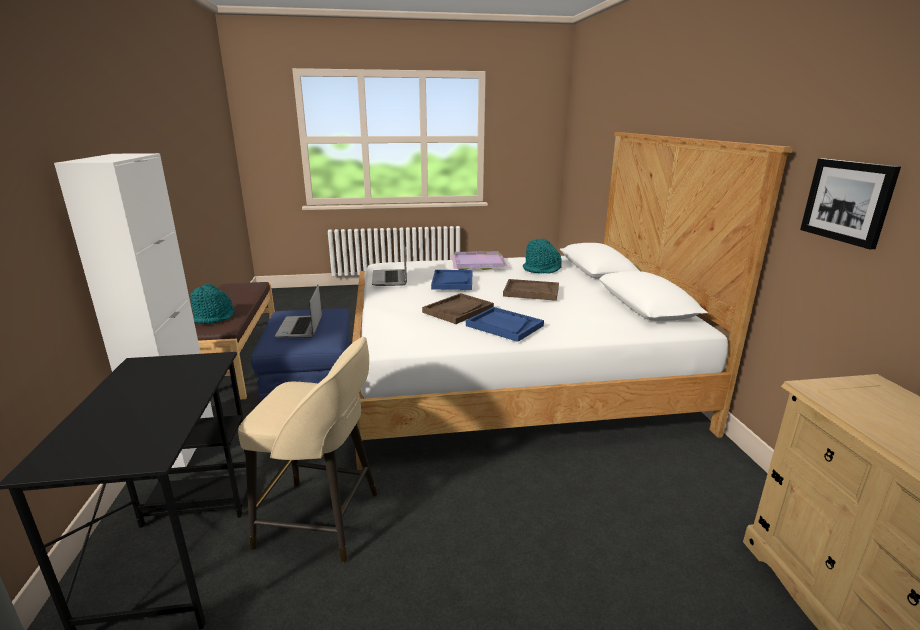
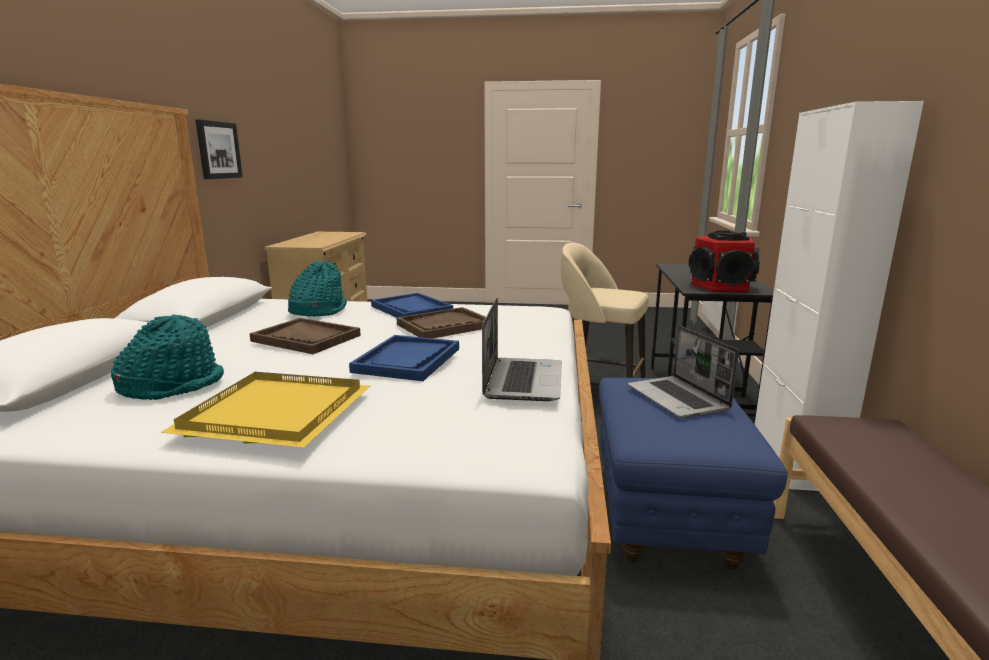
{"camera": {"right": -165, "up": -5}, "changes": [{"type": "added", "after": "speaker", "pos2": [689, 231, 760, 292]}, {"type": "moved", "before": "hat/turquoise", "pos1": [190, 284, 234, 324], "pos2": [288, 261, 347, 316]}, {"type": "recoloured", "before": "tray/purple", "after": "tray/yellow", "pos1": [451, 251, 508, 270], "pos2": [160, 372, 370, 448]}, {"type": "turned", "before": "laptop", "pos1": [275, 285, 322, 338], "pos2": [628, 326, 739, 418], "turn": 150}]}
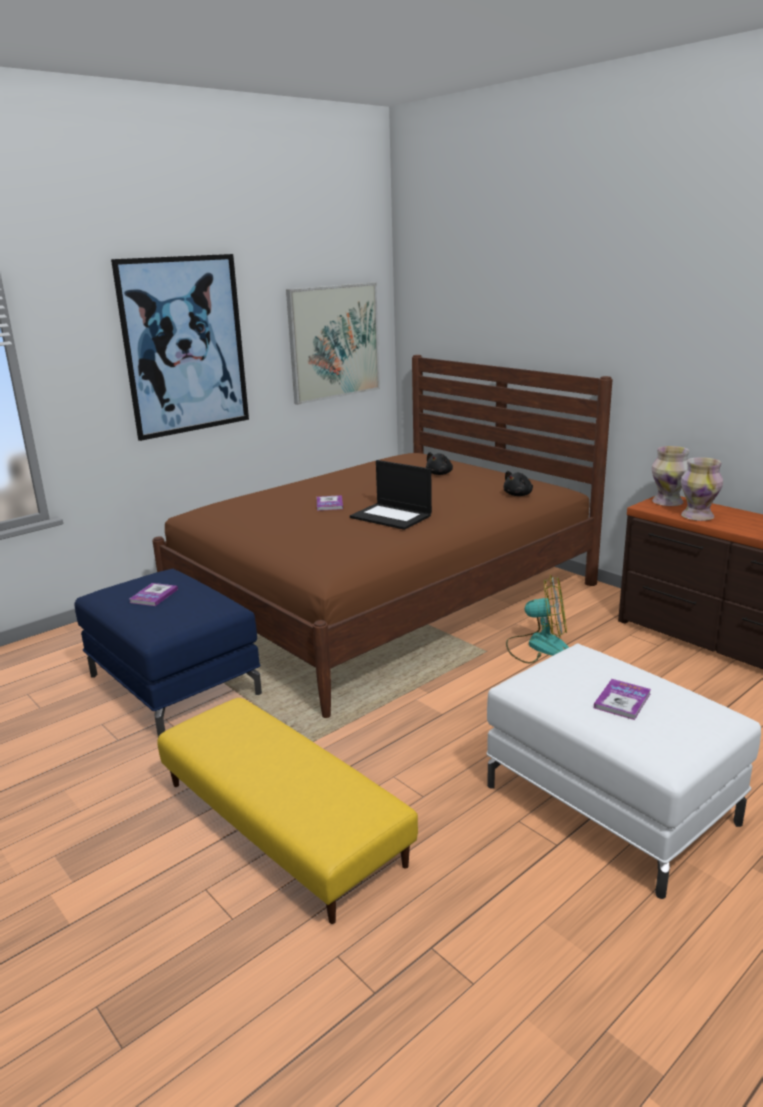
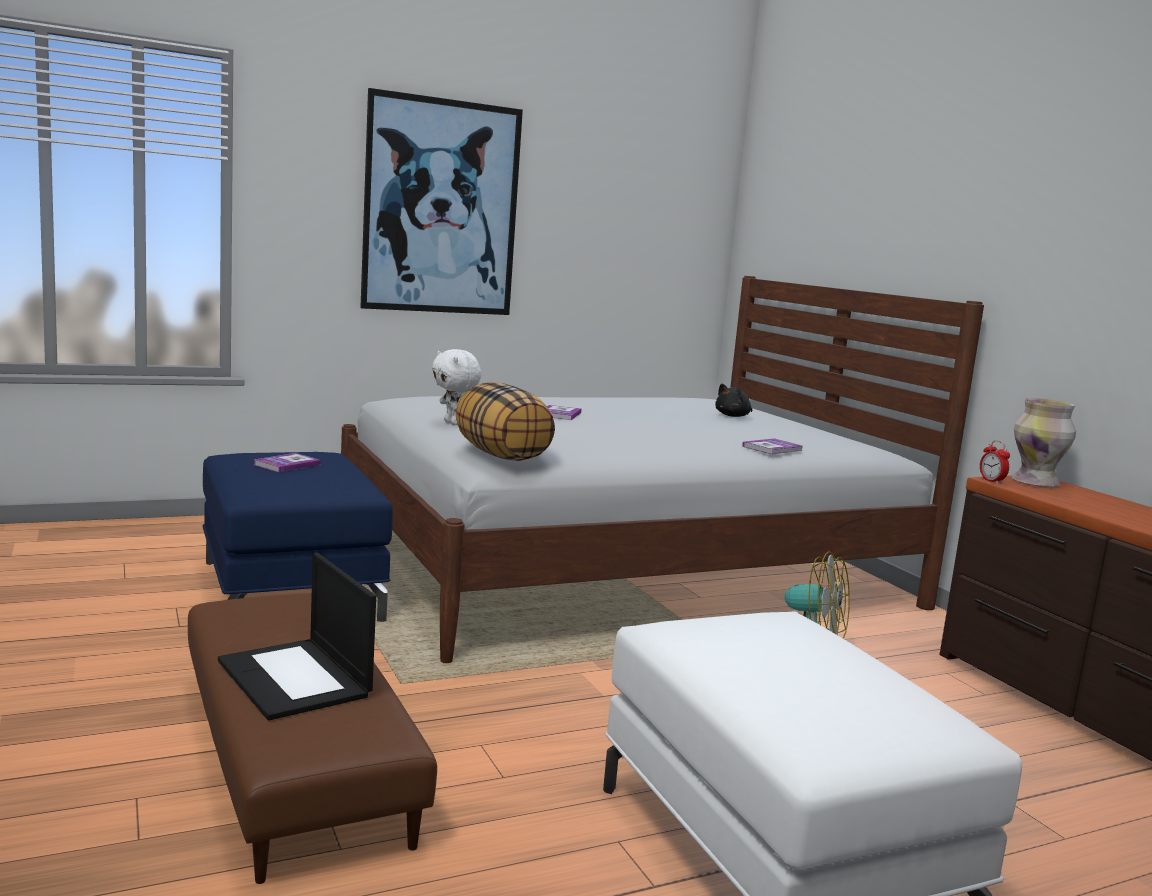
{"camera": {"right": 15, "up": -10}, "changes": [{"type": "removed", "before": "picture", "pos1": [286, 282, 380, 405]}, {"type": "removed", "before": "plush toy/black", "pos1": [503, 471, 533, 496]}, {"type": "removed", "before": "vase", "pos1": [681, 457, 723, 521]}, {"type": "added", "after": "plush toy/white", "pos2": [432, 349, 481, 425]}, {"type": "added", "after": "pillow", "pos2": [455, 382, 555, 461]}, {"type": "added", "after": "alarm clock", "pos2": [980, 441, 1010, 484]}, {"type": "moved", "before": "laptop", "pos1": [350, 460, 432, 530], "pos2": [218, 553, 376, 720]}, {"type": "moved", "before": "book", "pos1": [594, 679, 651, 720], "pos2": [742, 438, 802, 455]}, {"type": "recoloured", "before": "bed/brown", "after": "bed/white", "pos1": [152, 355, 613, 718], "pos2": [341, 276, 984, 663]}, {"type": "recoloured", "before": "ottoman/yellow", "after": "ottoman/brown", "pos1": [157, 698, 418, 924], "pos2": [188, 593, 437, 884]}]}
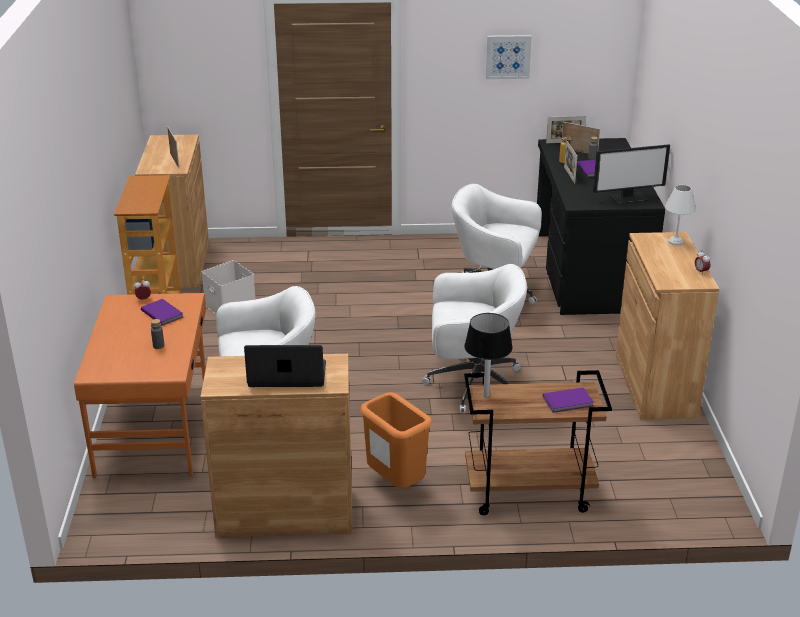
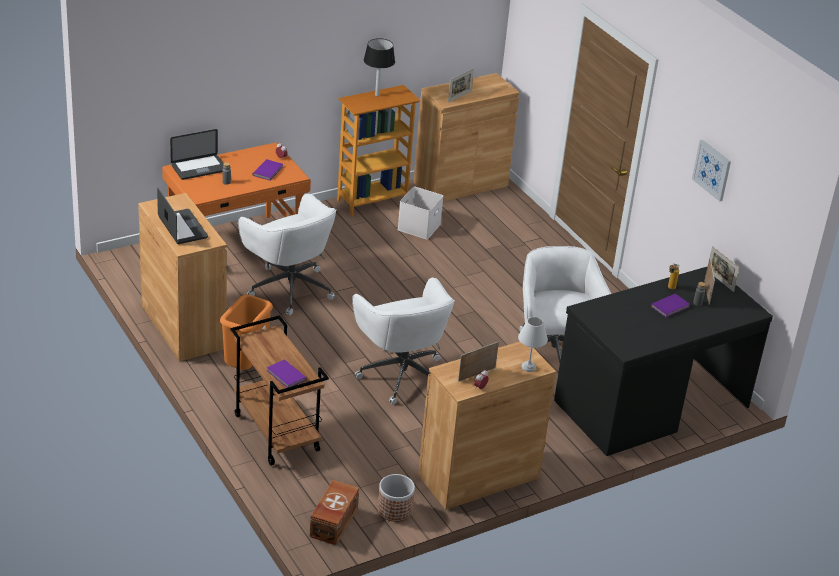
{"camera": {"right": 60, "up": 5}, "changes": [{"type": "removed", "before": "monitor", "pos1": [593, 144, 670, 204]}, {"type": "added", "after": "laptop", "pos2": [170, 129, 223, 180]}, {"type": "added", "after": "storage box/brown", "pos2": [310, 480, 359, 545]}, {"type": "added", "after": "planter", "pos2": [378, 474, 415, 522]}, {"type": "moved", "before": "table lamp/black", "pos1": [464, 313, 513, 397], "pos2": [364, 38, 395, 96]}, {"type": "moved", "before": "picture frame", "pos1": [564, 140, 577, 184], "pos2": [458, 341, 499, 382]}]}
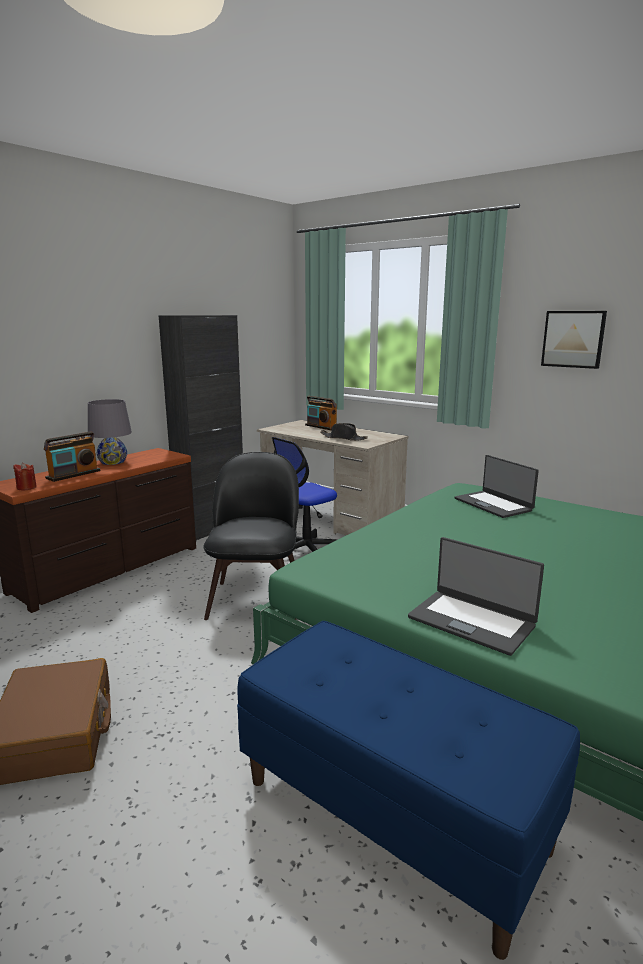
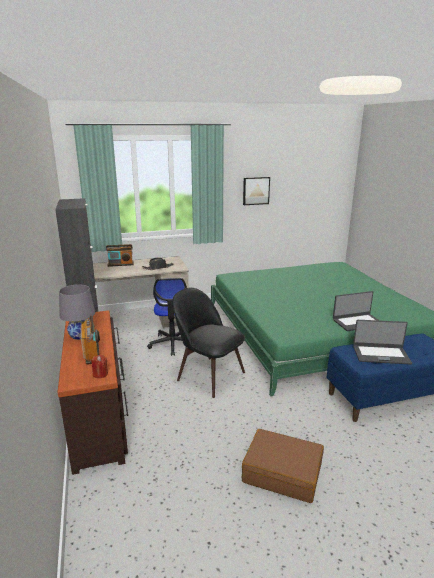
{"camera": {"right": -55, "up": 5}, "changes": [{"type": "moved", "before": "laptop", "pos1": [455, 455, 539, 518], "pos2": [353, 320, 412, 364]}]}
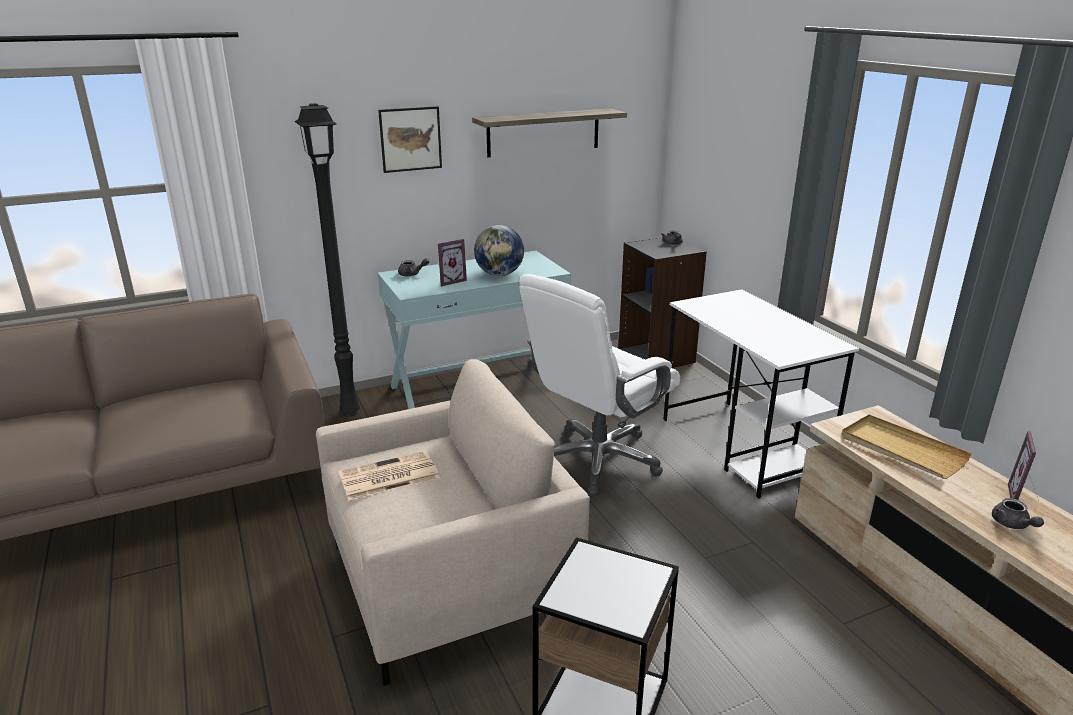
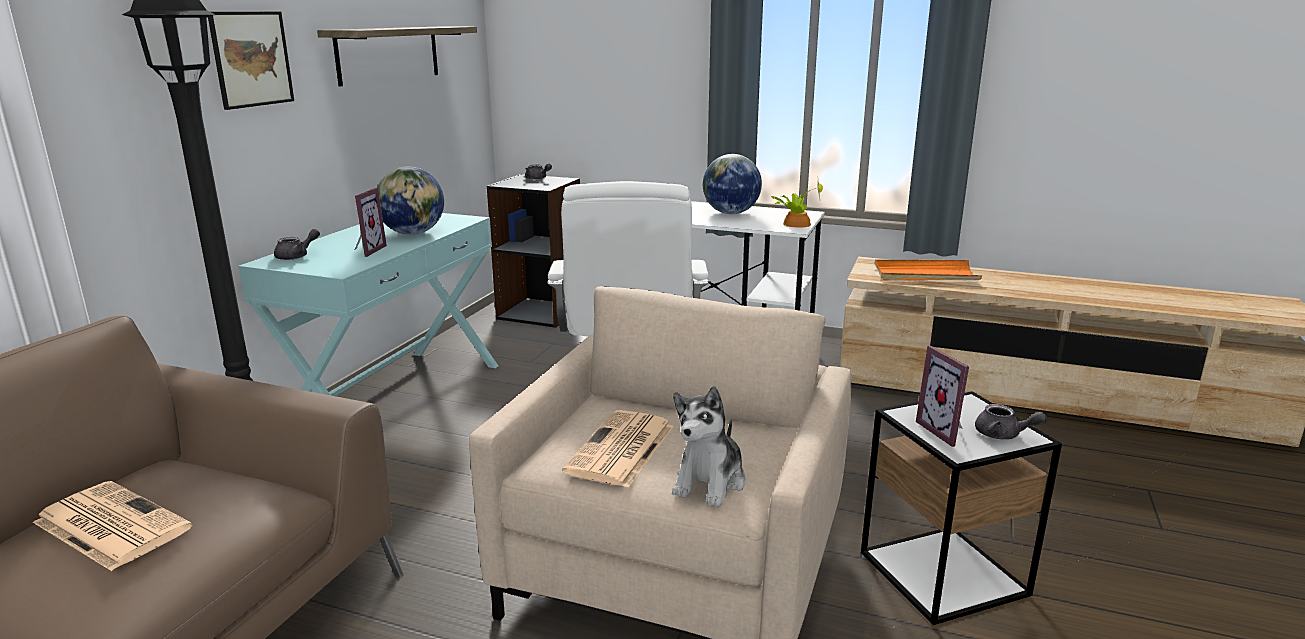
{"camera": {"right": -45, "up": -5}, "changes": [{"type": "added", "after": "newspaper", "pos2": [33, 481, 192, 571]}, {"type": "added", "after": "plush toy", "pos2": [672, 386, 746, 507]}, {"type": "added", "after": "globe", "pos2": [703, 154, 762, 214]}, {"type": "added", "after": "potted plant", "pos2": [771, 182, 823, 228]}, {"type": "moved", "before": "teapot/grey", "pos1": [992, 498, 1044, 529], "pos2": [975, 404, 1047, 440]}, {"type": "moved", "before": "picture frame", "pos1": [1008, 431, 1039, 501], "pos2": [916, 346, 969, 447]}, {"type": "recoloured", "before": "tray/beige", "after": "tray/orange", "pos1": [842, 415, 972, 479], "pos2": [875, 260, 982, 280]}]}
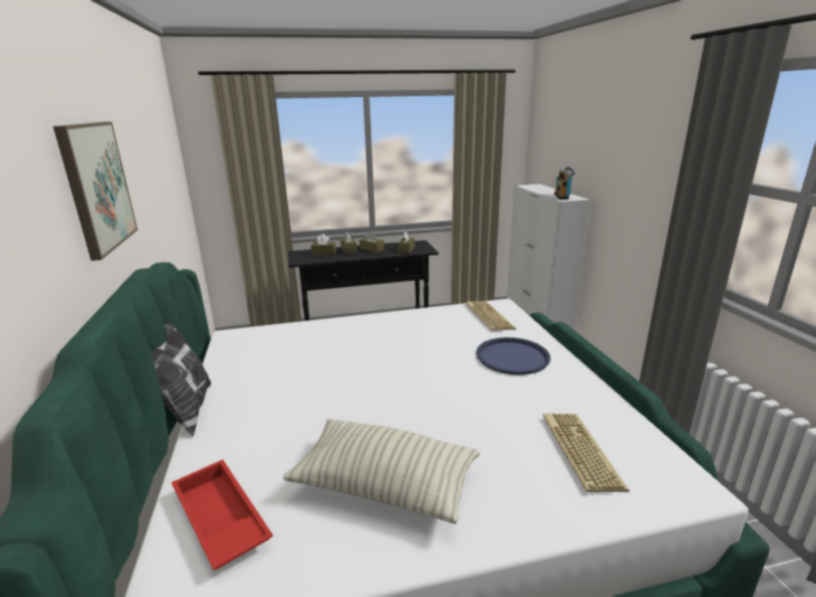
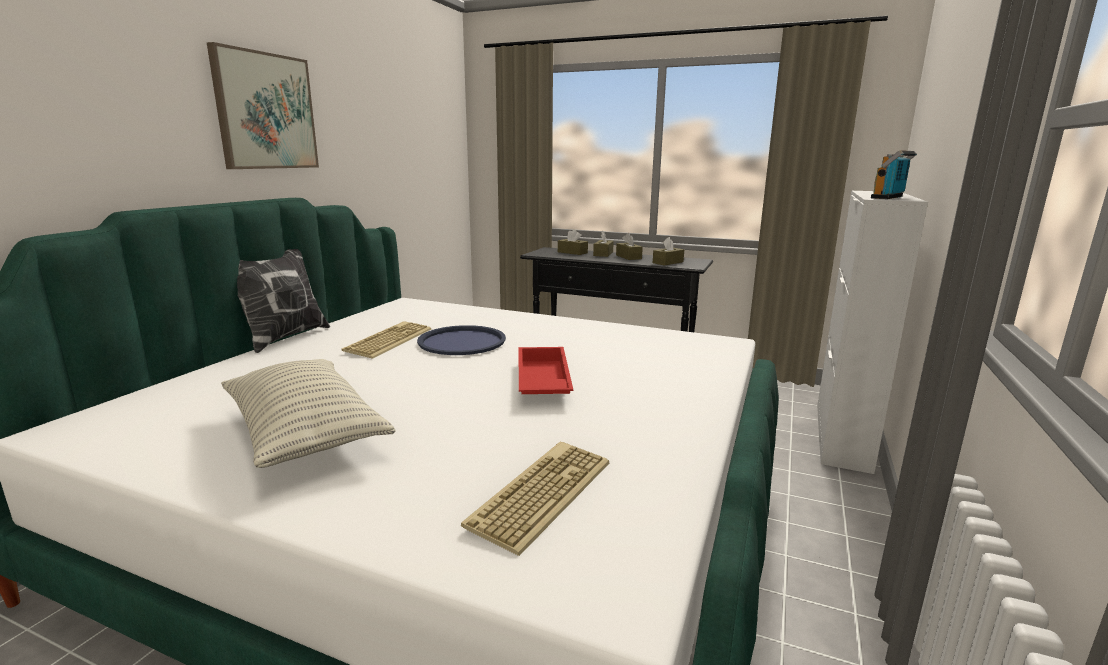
{"camera": {"right": 35, "up": -5}, "changes": [{"type": "moved", "before": "tray/red", "pos1": [171, 459, 273, 570], "pos2": [519, 347, 573, 394]}, {"type": "moved", "before": "keyboard", "pos1": [465, 301, 516, 331], "pos2": [342, 321, 431, 359]}, {"type": "moved", "before": "tray/blue", "pos1": [476, 337, 551, 375], "pos2": [417, 325, 506, 355]}]}
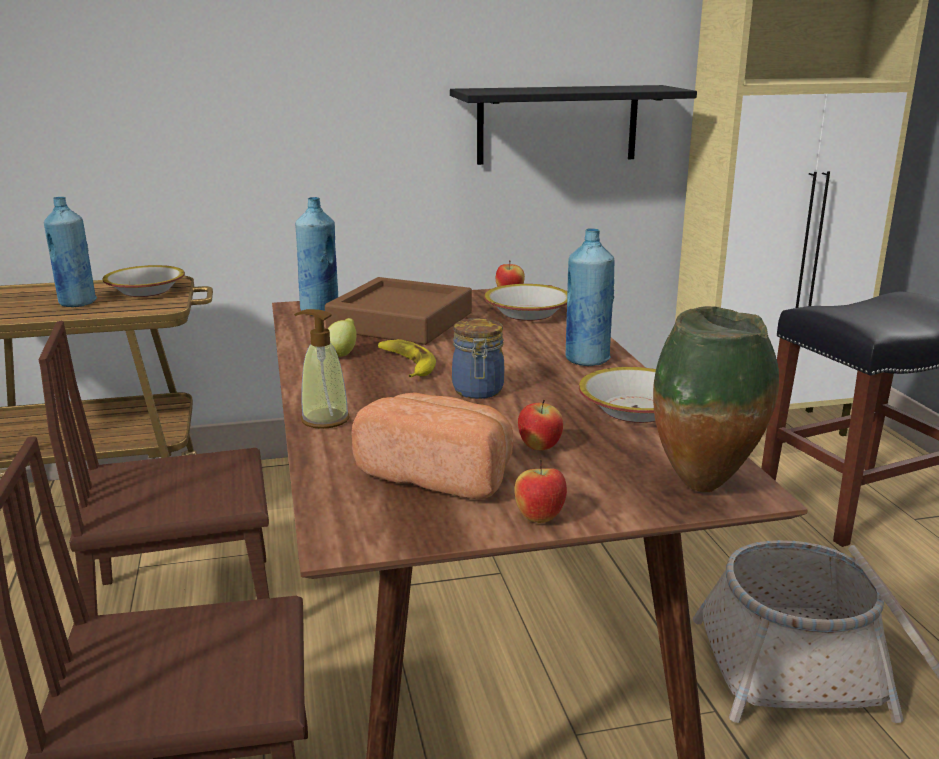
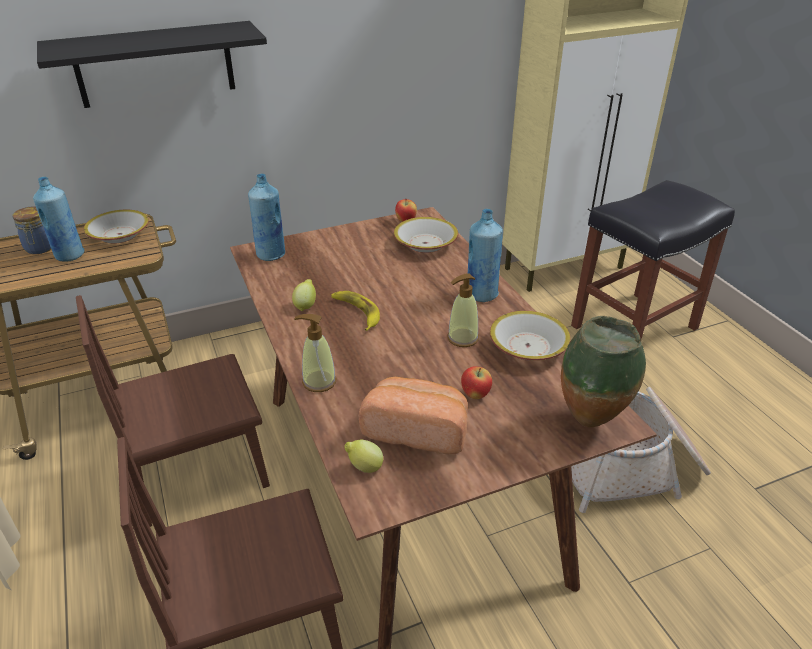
{"camera": {"right": -10, "up": 15}, "changes": [{"type": "removed", "before": "tray/brown", "pos1": [325, 277, 472, 345]}, {"type": "removed", "before": "apple", "pos1": [514, 459, 567, 523]}, {"type": "added", "after": "lemon", "pos2": [344, 440, 383, 473]}, {"type": "added", "after": "soap dispenser", "pos2": [447, 273, 479, 347]}, {"type": "moved", "before": "shelf/black", "pos1": [450, 85, 697, 165], "pos2": [37, 21, 267, 108]}, {"type": "moved", "before": "jar", "pos1": [452, 318, 504, 399], "pos2": [12, 206, 51, 254]}]}
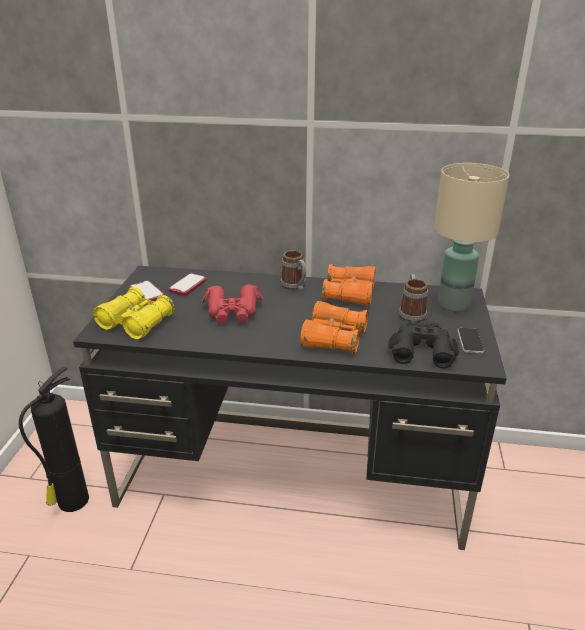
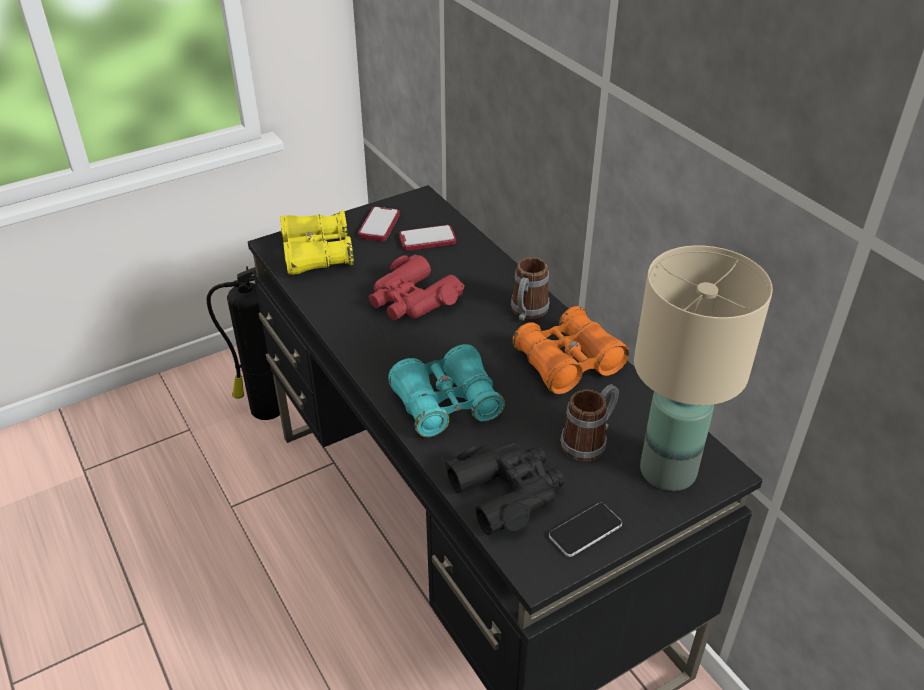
{"camera": {"right": 50, "up": 10}, "changes": [{"type": "recoloured", "before": "binoculars/orange", "after": "binoculars/turquoise", "pos1": [300, 301, 369, 354], "pos2": [388, 344, 505, 437]}]}
